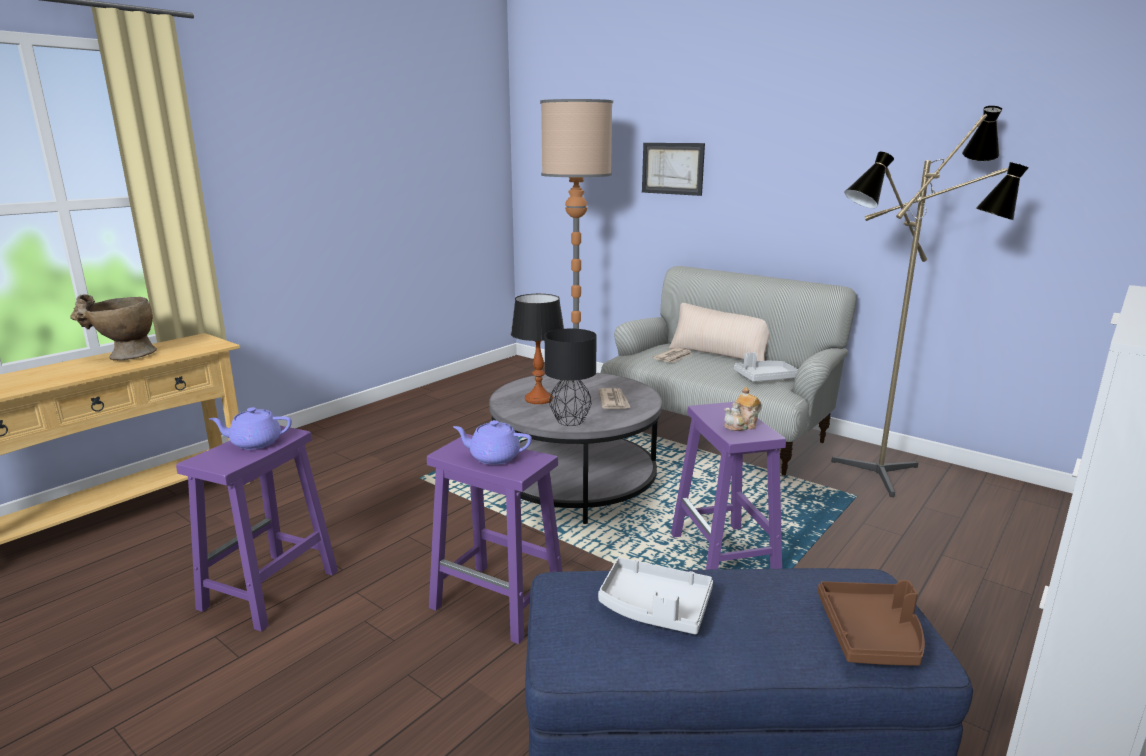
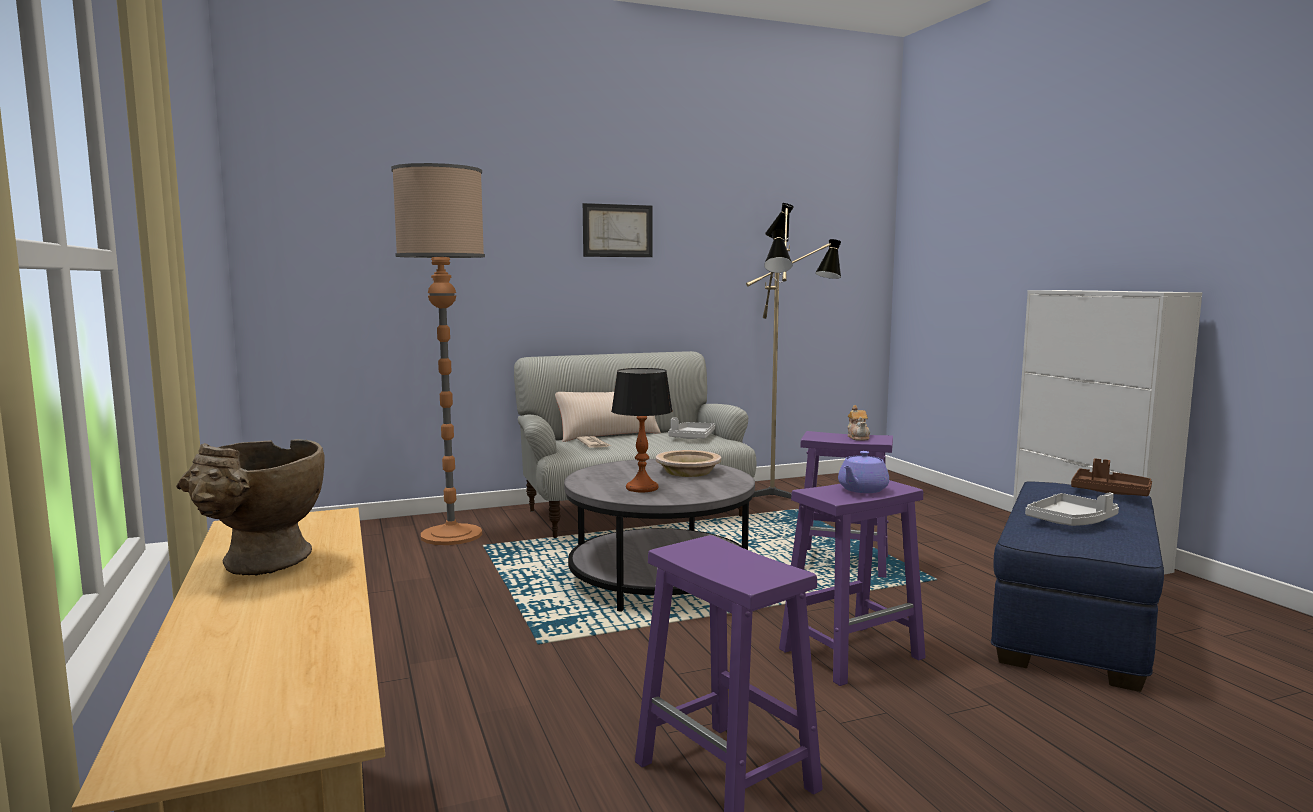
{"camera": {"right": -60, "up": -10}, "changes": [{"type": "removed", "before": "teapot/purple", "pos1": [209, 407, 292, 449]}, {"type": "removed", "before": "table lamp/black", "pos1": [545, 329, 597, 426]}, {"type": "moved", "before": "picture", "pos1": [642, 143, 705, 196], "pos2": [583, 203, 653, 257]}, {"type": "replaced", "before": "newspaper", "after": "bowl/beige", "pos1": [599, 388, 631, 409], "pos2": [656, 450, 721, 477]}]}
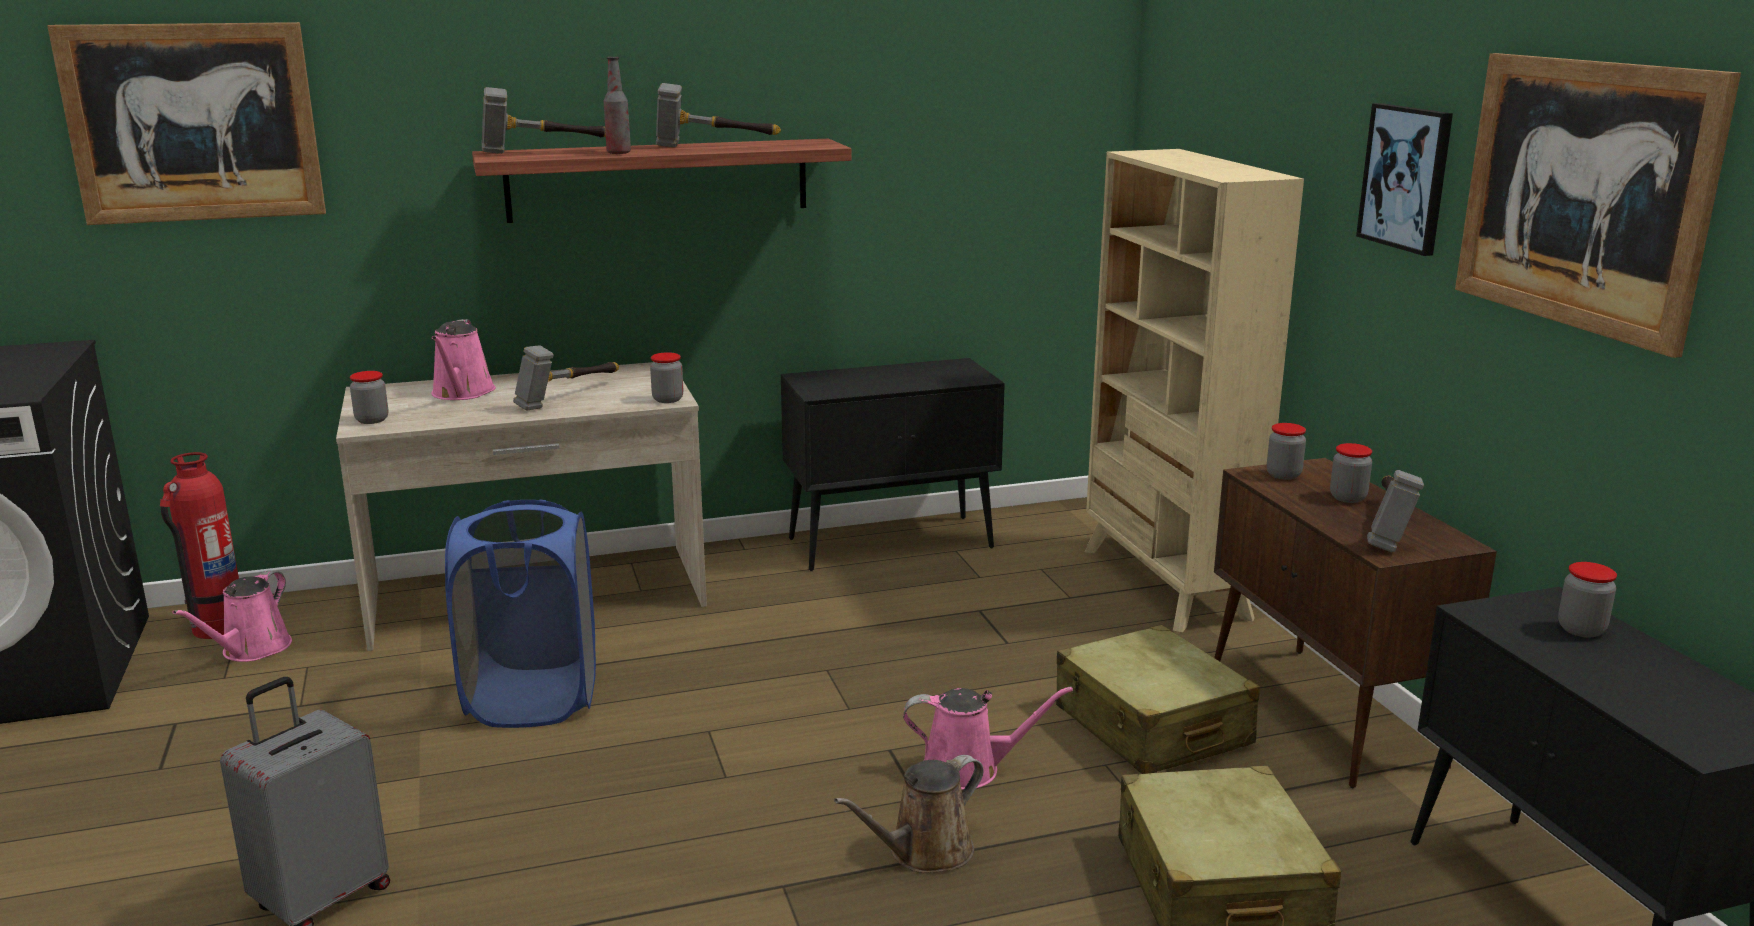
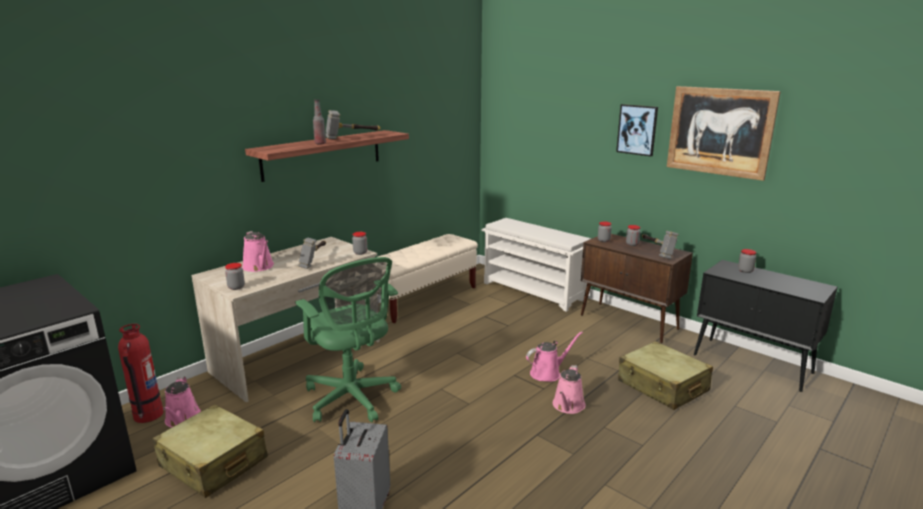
{"camera": {"right": -30, "up": 0}, "changes": [{"type": "removed", "before": "picture", "pos1": [47, 22, 326, 225]}, {"type": "removed", "before": "hammer", "pos1": [482, 87, 606, 154]}, {"type": "moved", "before": "suitcase/beige", "pos1": [1056, 625, 1260, 774], "pos2": [152, 404, 268, 498]}, {"type": "replaced", "before": "laundry basket/blue", "after": "office chair/green", "pos1": [445, 499, 596, 728], "pos2": [295, 257, 401, 422]}, {"type": "replaced", "before": "cabinet/black", "after": "bench/beige", "pos1": [781, 358, 1005, 571], "pos2": [376, 234, 478, 323]}, {"type": "replaced", "before": "bookcase/beige", "after": "shoe rack/white", "pos1": [1084, 149, 1304, 632], "pos2": [482, 218, 591, 312]}, {"type": "recoloured", "before": "watering can/brown", "after": "watering can/pink", "pos1": [834, 755, 984, 873], "pos2": [553, 365, 586, 414]}]}
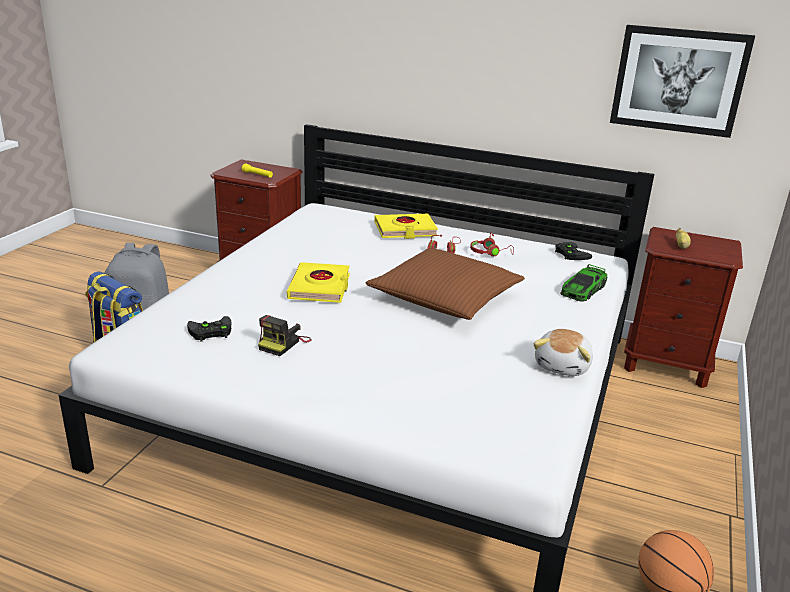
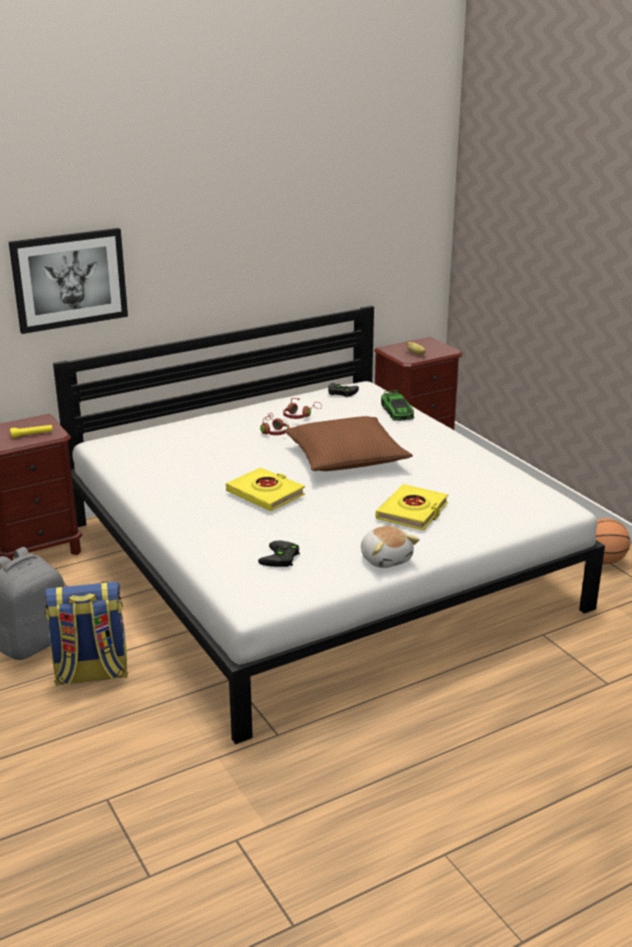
{"camera": {"right": -50, "up": 0}, "changes": [{"type": "removed", "before": "photo camera", "pos1": [258, 315, 312, 356]}, {"type": "moved", "before": "book/yellow", "pos1": [374, 214, 438, 239], "pos2": [376, 484, 448, 530]}, {"type": "moved", "before": "plush toy", "pos1": [533, 329, 593, 376], "pos2": [361, 526, 420, 568]}, {"type": "moved", "before": "picture", "pos1": [610, 25, 755, 138], "pos2": [9, 228, 128, 334]}]}
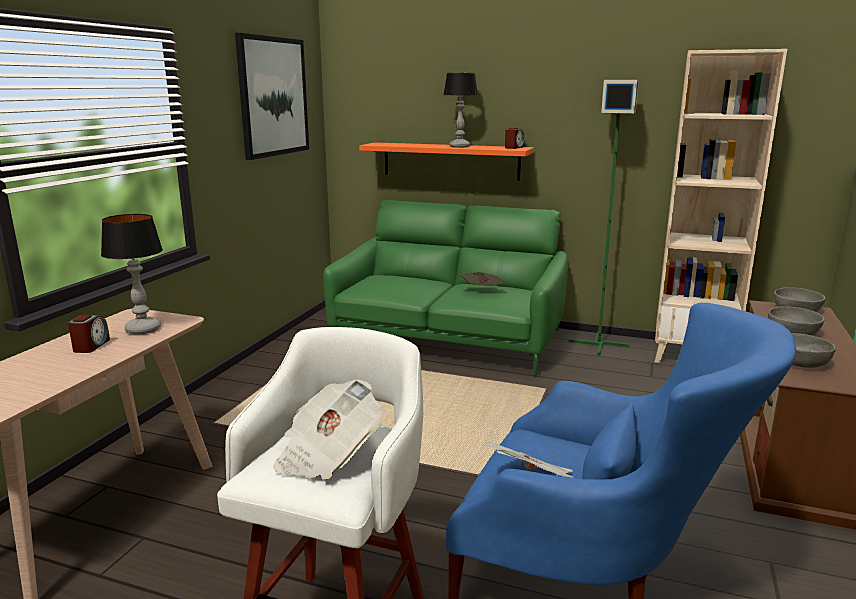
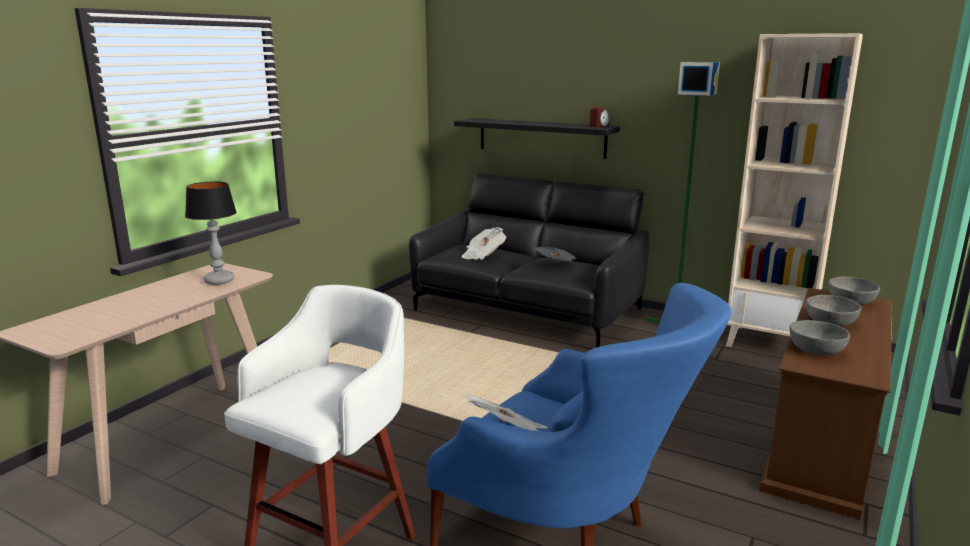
{"camera": {"right": 10, "up": 0}, "changes": [{"type": "removed", "before": "alarm clock", "pos1": [68, 315, 110, 353]}, {"type": "removed", "before": "picture", "pos1": [235, 33, 309, 160]}, {"type": "removed", "before": "table lamp", "pos1": [444, 73, 478, 148]}, {"type": "moved", "before": "newspaper", "pos1": [273, 380, 383, 480], "pos2": [461, 227, 506, 260]}, {"type": "recoloured", "before": "sofa/green", "after": "sofa/black", "pos1": [323, 200, 568, 376], "pos2": [409, 173, 649, 348]}, {"type": "recoloured", "before": "shelf/orange", "after": "shelf/black", "pos1": [359, 142, 534, 181], "pos2": [454, 118, 620, 159]}]}
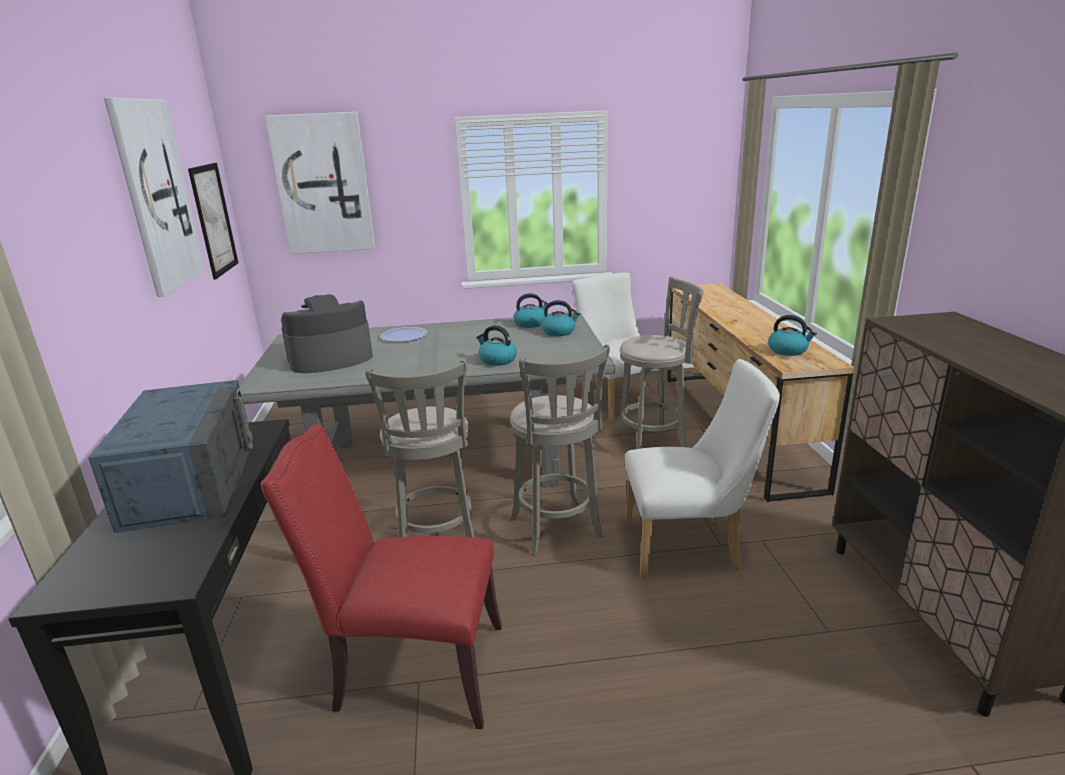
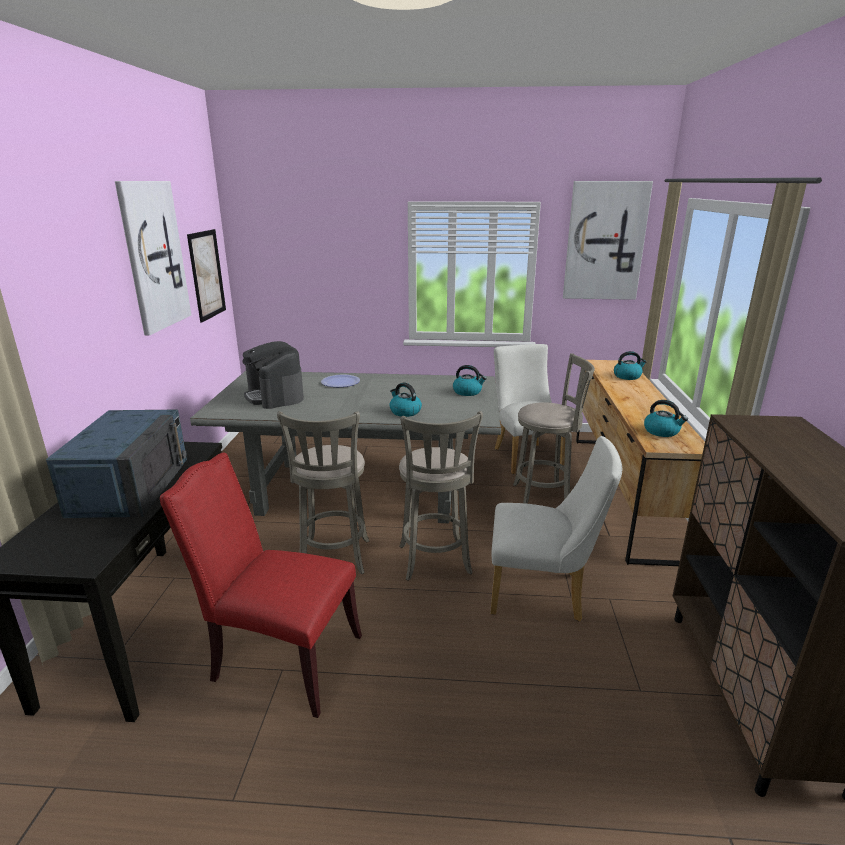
{"camera": {"right": 10, "up": 0}, "changes": [{"type": "moved", "before": "picture", "pos1": [265, 112, 376, 254], "pos2": [563, 181, 653, 300]}, {"type": "moved", "before": "kettle", "pos1": [514, 293, 548, 328], "pos2": [614, 351, 647, 380]}, {"type": "turned", "before": "coffee machine", "pos1": [281, 294, 373, 373], "pos2": [243, 341, 304, 409], "turn": -105}]}
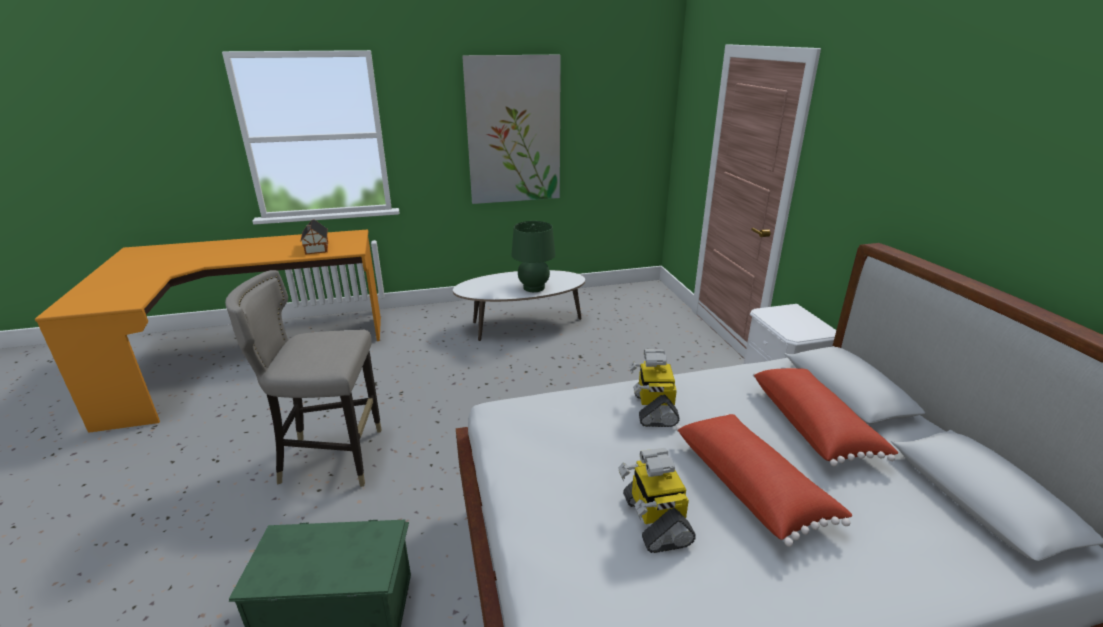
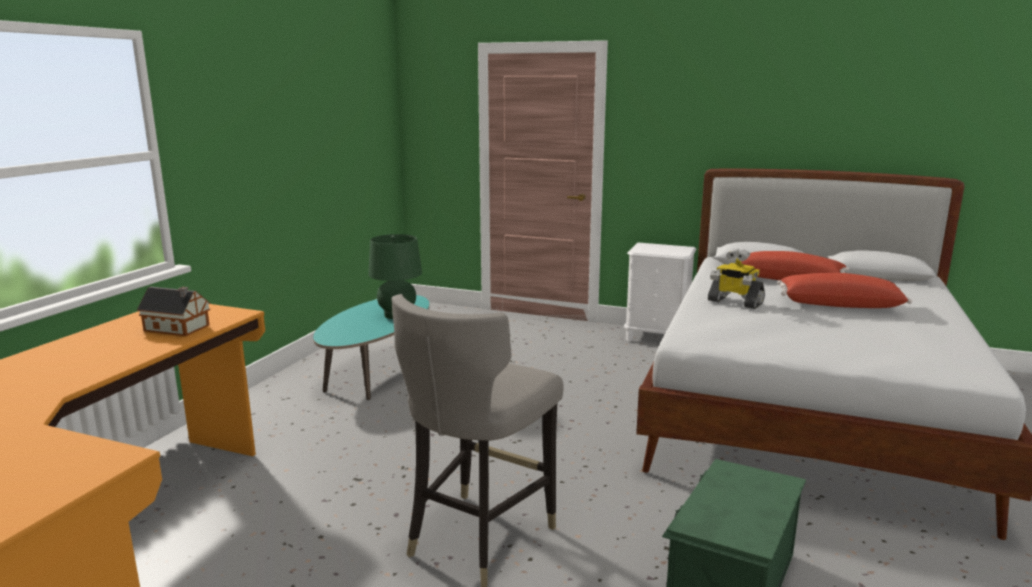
{"camera": {"right": -55, "up": -10}, "changes": [{"type": "removed", "before": "picture", "pos1": [462, 55, 561, 204]}, {"type": "removed", "before": "toy robot", "pos1": [618, 448, 696, 553]}, {"type": "recoloured", "before": "coffee table/white", "after": "coffee table/turquoise", "pos1": [453, 270, 585, 341], "pos2": [313, 295, 429, 400]}]}
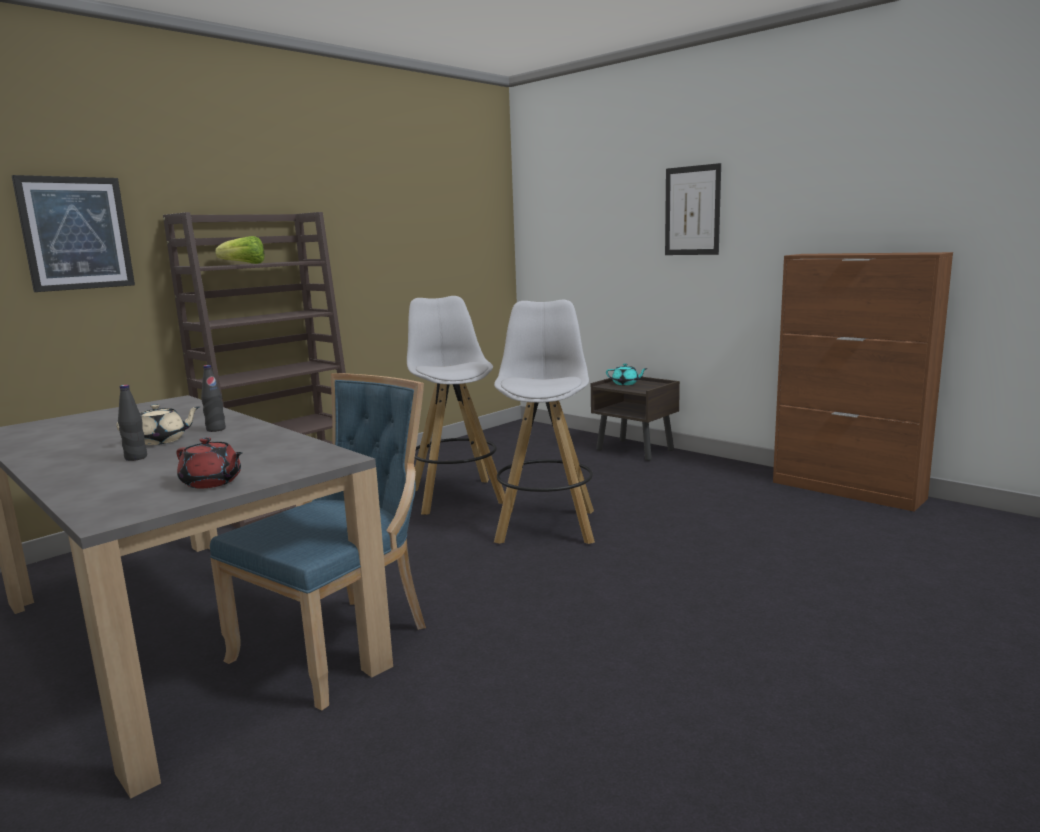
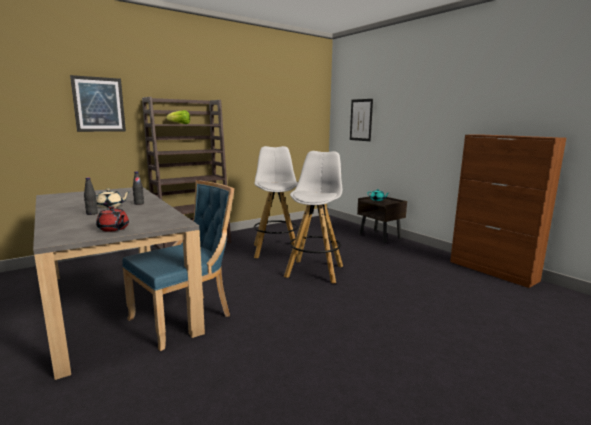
{"camera": {"right": 10, "up": 0}, "changes": [{"type": "moved", "before": "picture", "pos1": [665, 163, 721, 255], "pos2": [350, 99, 373, 141]}]}
